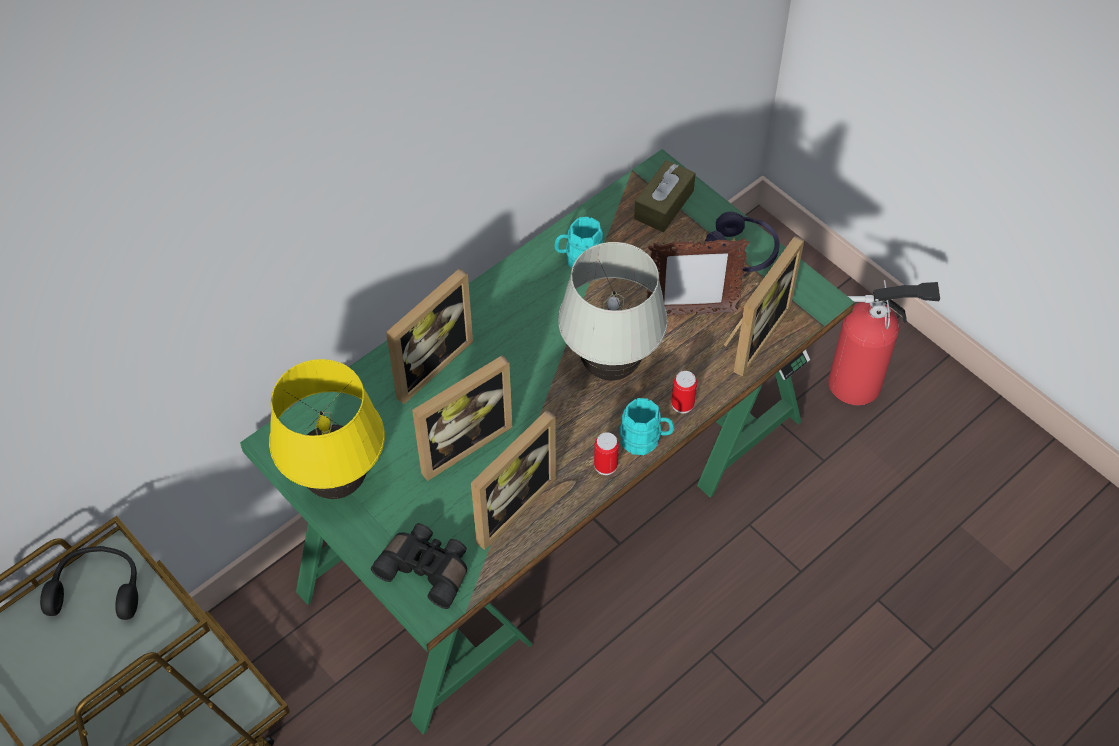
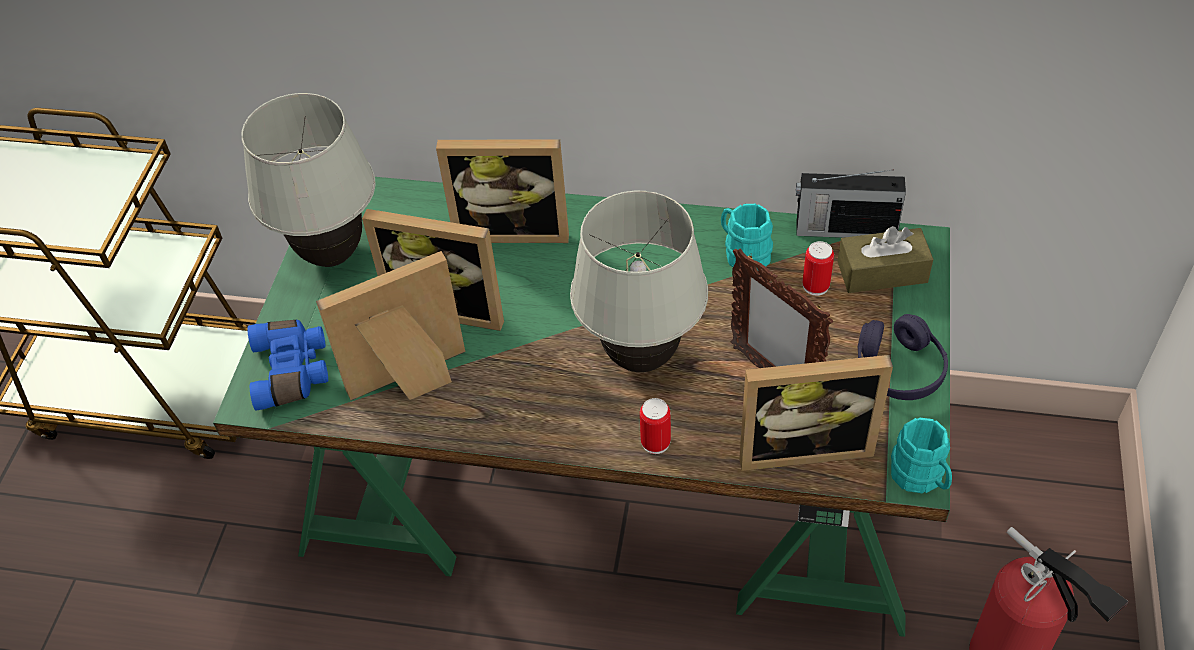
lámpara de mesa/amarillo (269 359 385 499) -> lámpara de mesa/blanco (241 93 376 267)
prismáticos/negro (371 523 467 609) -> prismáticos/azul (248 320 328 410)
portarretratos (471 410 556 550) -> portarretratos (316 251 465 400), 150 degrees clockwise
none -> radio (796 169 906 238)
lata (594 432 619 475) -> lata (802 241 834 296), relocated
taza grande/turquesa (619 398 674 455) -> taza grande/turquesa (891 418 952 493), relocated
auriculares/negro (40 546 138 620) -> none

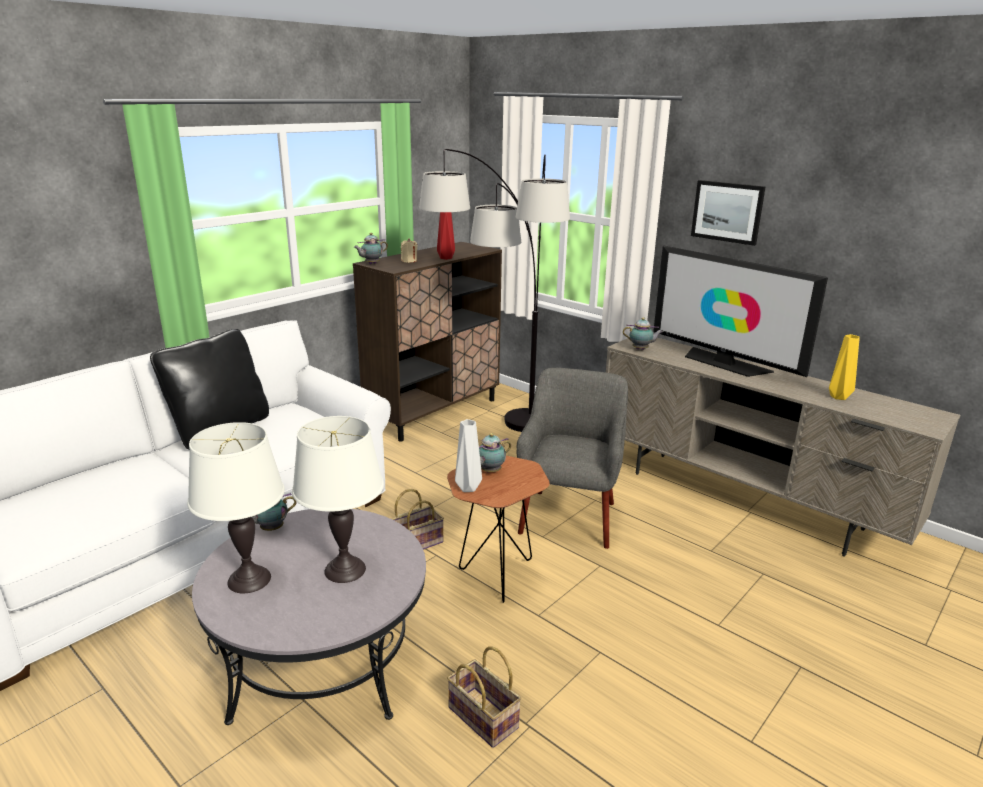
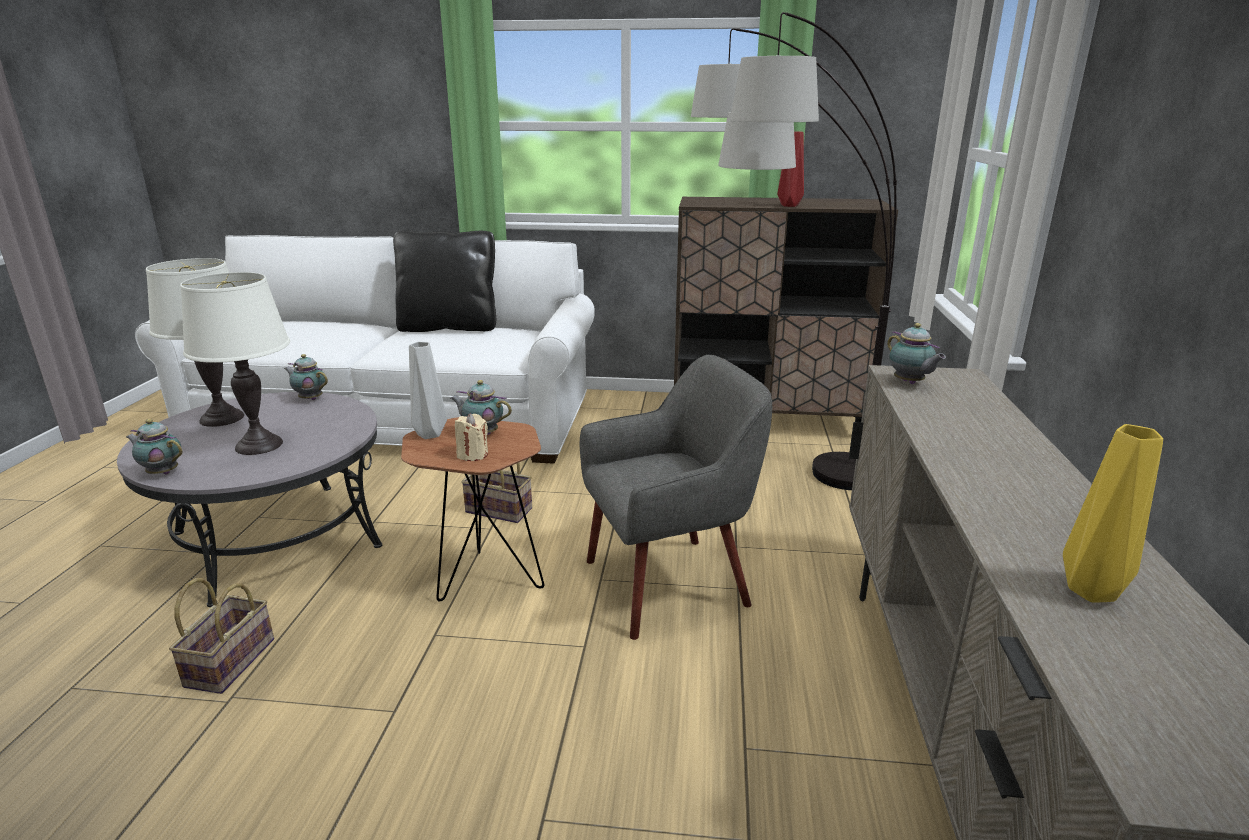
tetera (354 233 388 264) -> tetera (126 419 182 474), relocated
vela/beis (401 238 418 263) -> vela/beis (455 414 488 461), relocated
televisor (653 246 828 377) -> none
cuadro (691 180 765 246) -> none

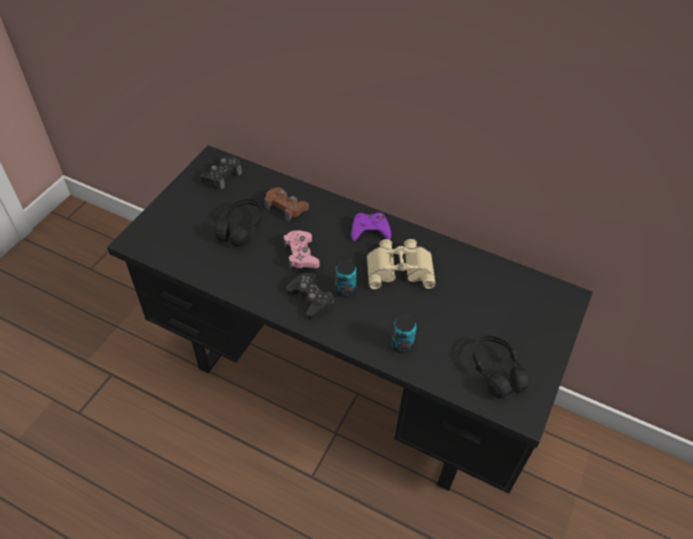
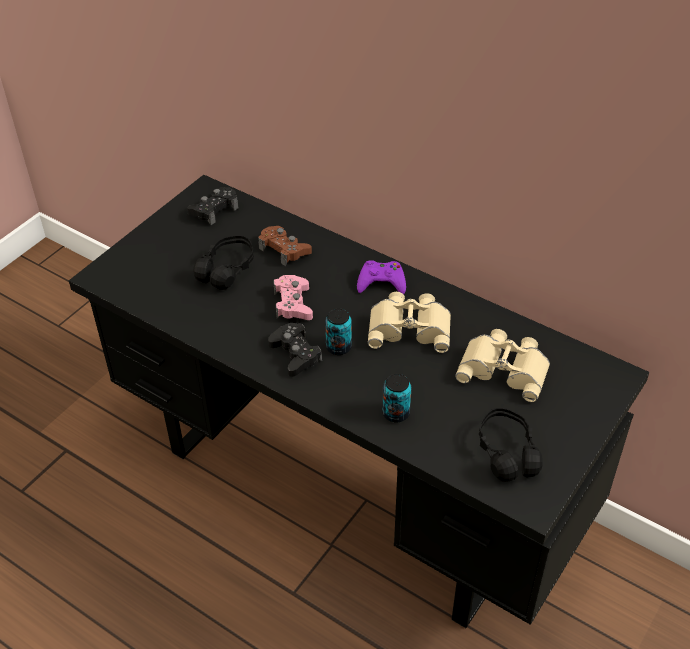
none -> prismáticos/beis (455 329 550 402)

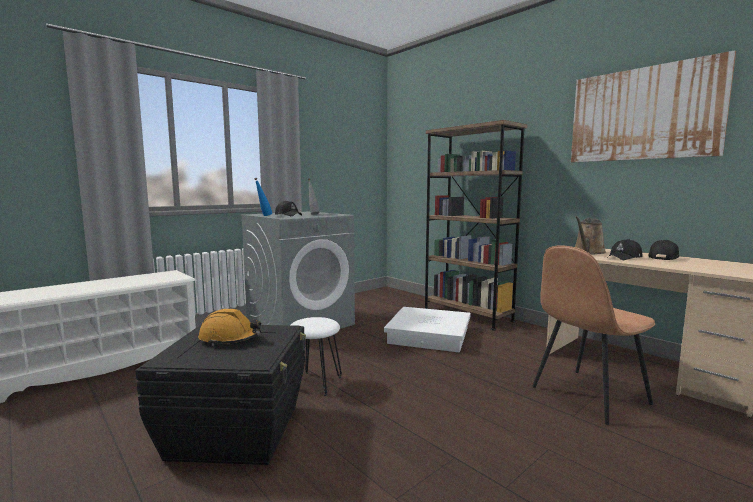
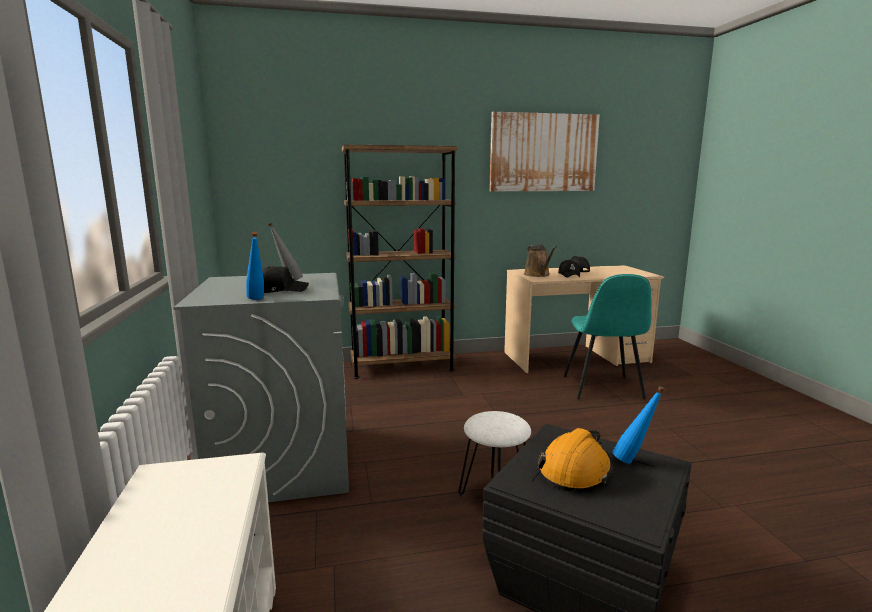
silla/marrón (533 245 655 425) -> silla/turquesa (564 274 652 399)
none -> botella/azul (613 386 665 464)
caja de almacenaje/blanco (384 307 470 352) -> none

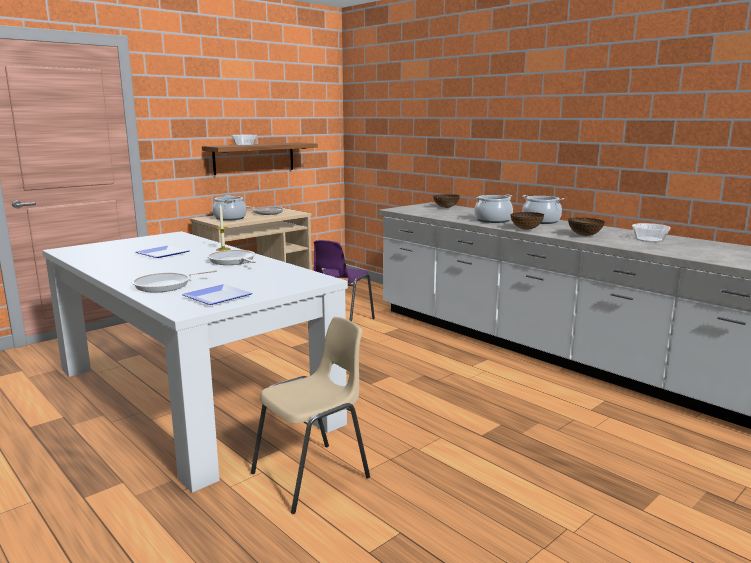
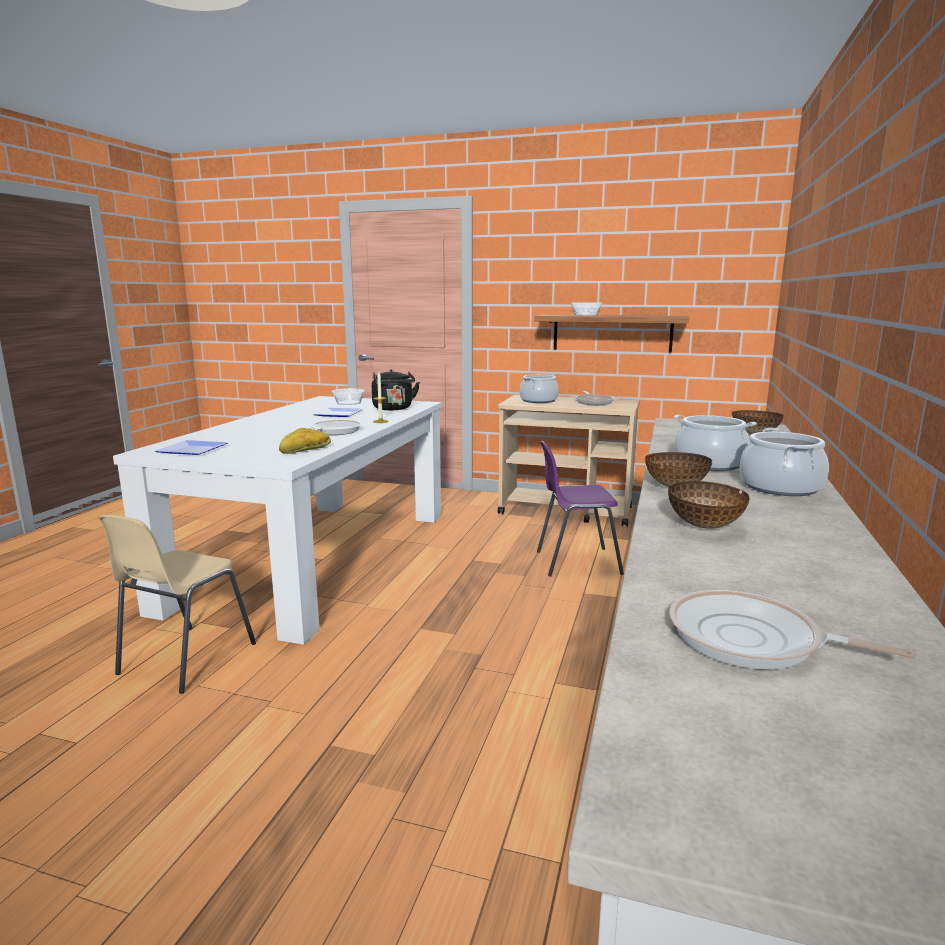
silla/beis (251 317 370 514) -> silla/beis (99 515 256 693), 90 degrees clockwise
none -> pan (279 428 331 454)
cuenco (632 223 671 242) -> cuenco (332 388 365 405), relocated
none -> hervidor/negro (372 369 420 410)
sartén (132 270 217 293) -> sartén (669 590 917 669), relocated

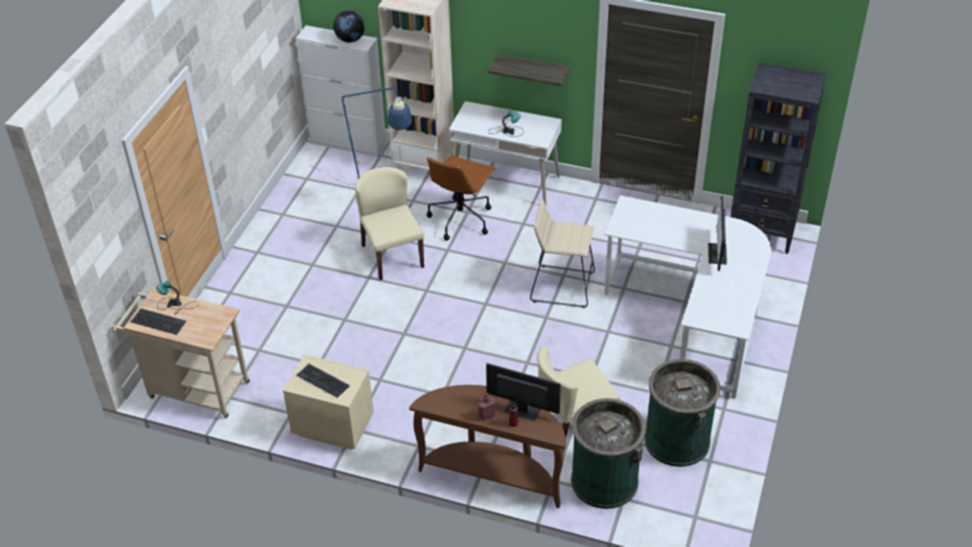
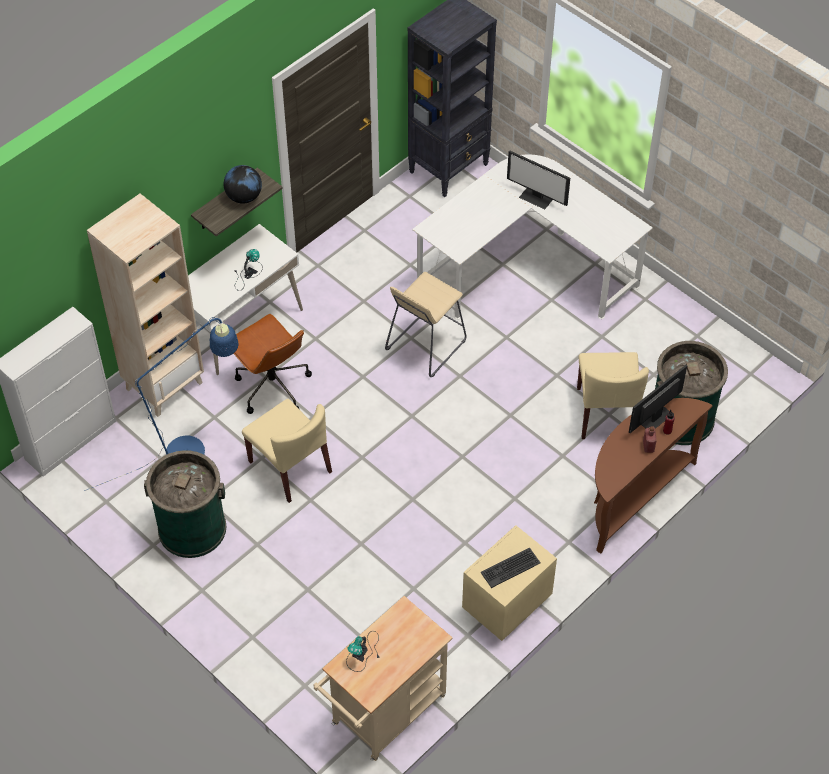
papelera/verde (644 359 721 467) -> papelera/verde (144 450 226 558), relocated
globo terráqueo (333 10 365 43) -> globo terráqueo (224 165 262 204), relocated
silla/beis (355 167 424 280) -> silla/beis (242 399 332 503), 135 degrees counterclockwise
teclado (131 308 186 335) -> none

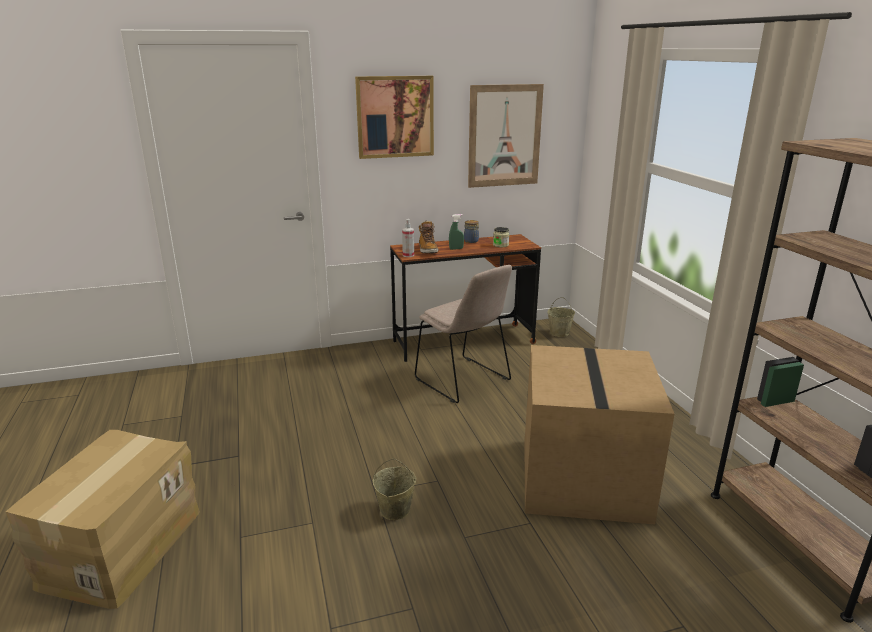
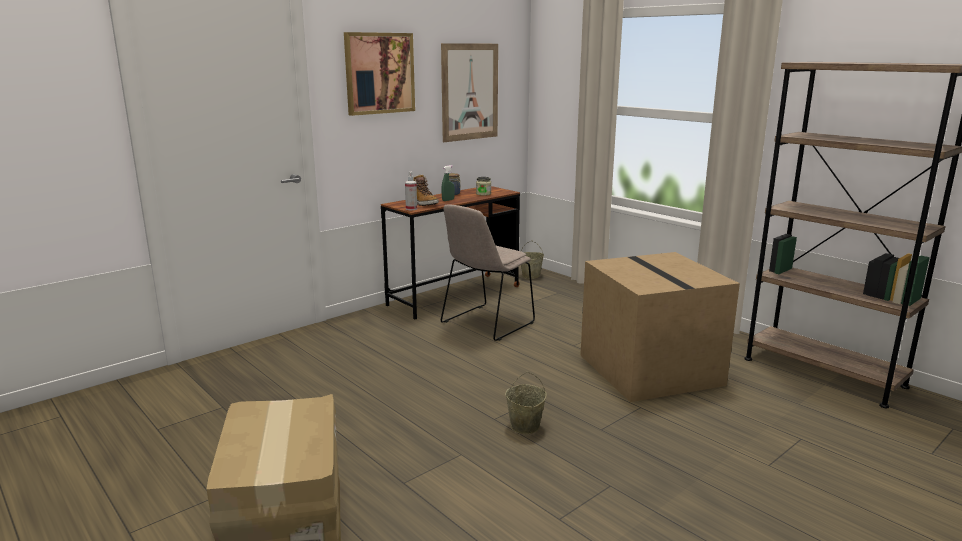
silla/beis (415 265 512 403) -> silla/beis (441 204 535 341), 105 degrees clockwise

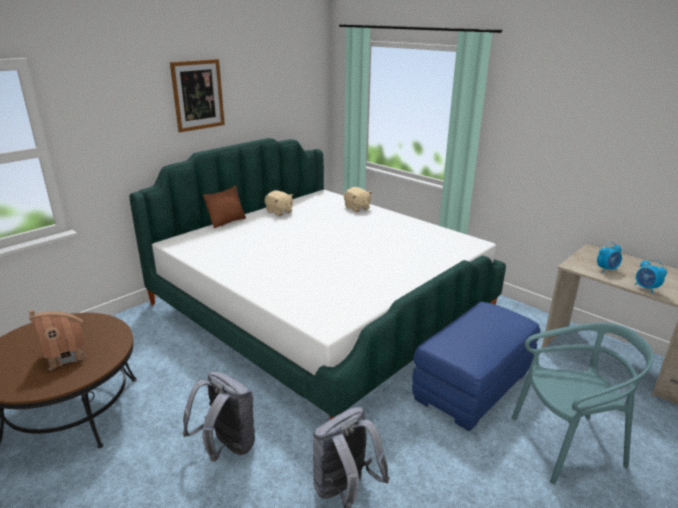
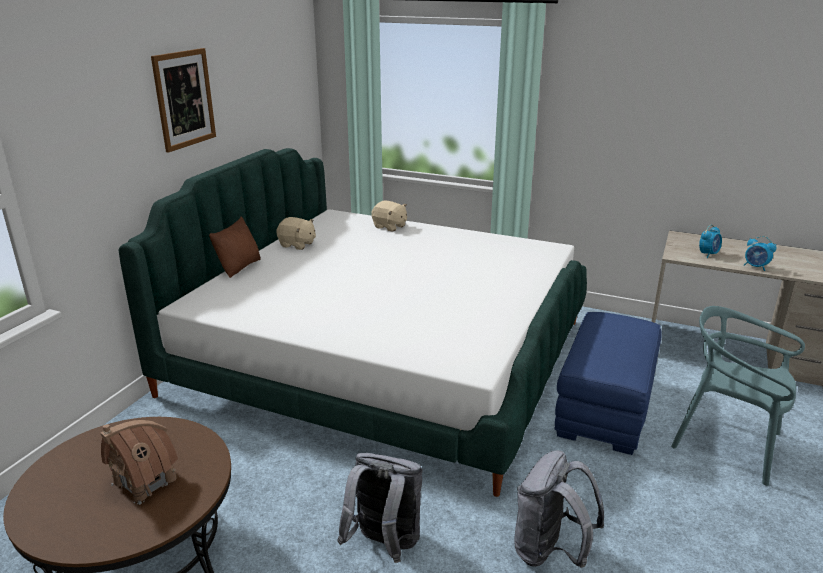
silla/turquesa (512 323 654 484) -> silla/turquesa (671 306 805 486), 120 degrees counterclockwise

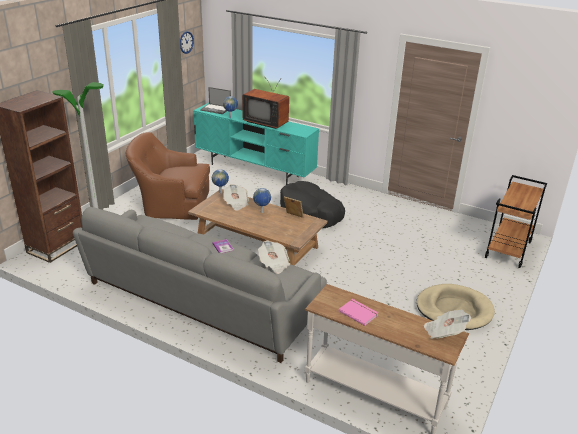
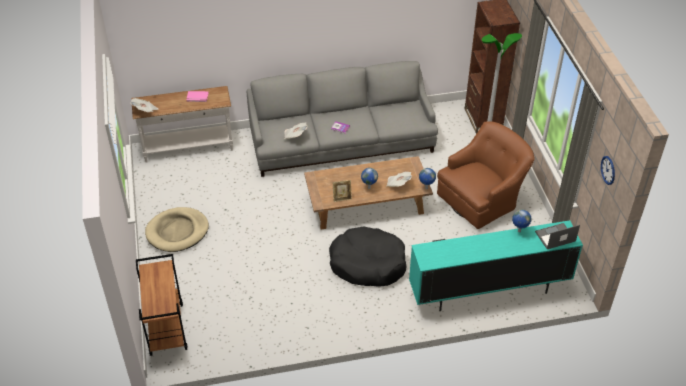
televisor (242 79 289 129) -> none

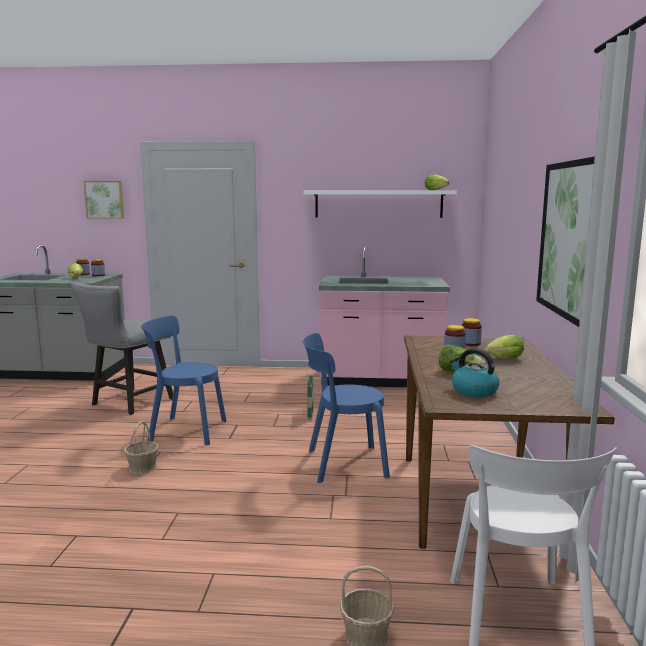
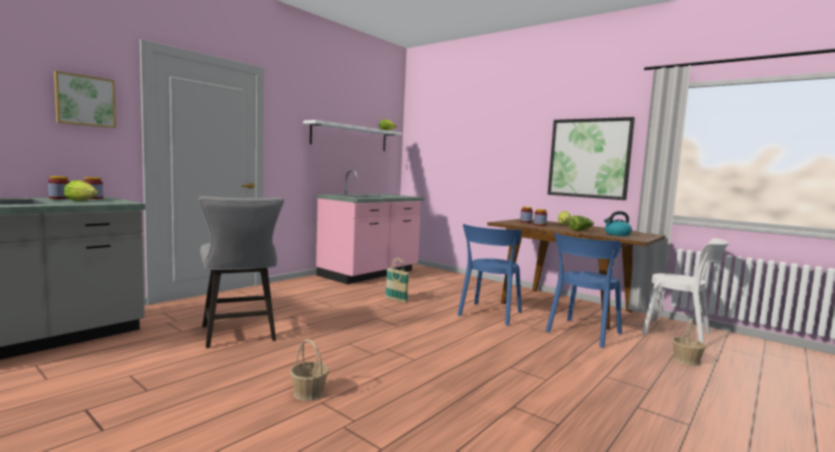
cesta (124 421 159 474) -> cesta (290 339 329 401), relocated
silla/azul (141 315 227 445) -> silla/azul (546 233 622 348), relocated

